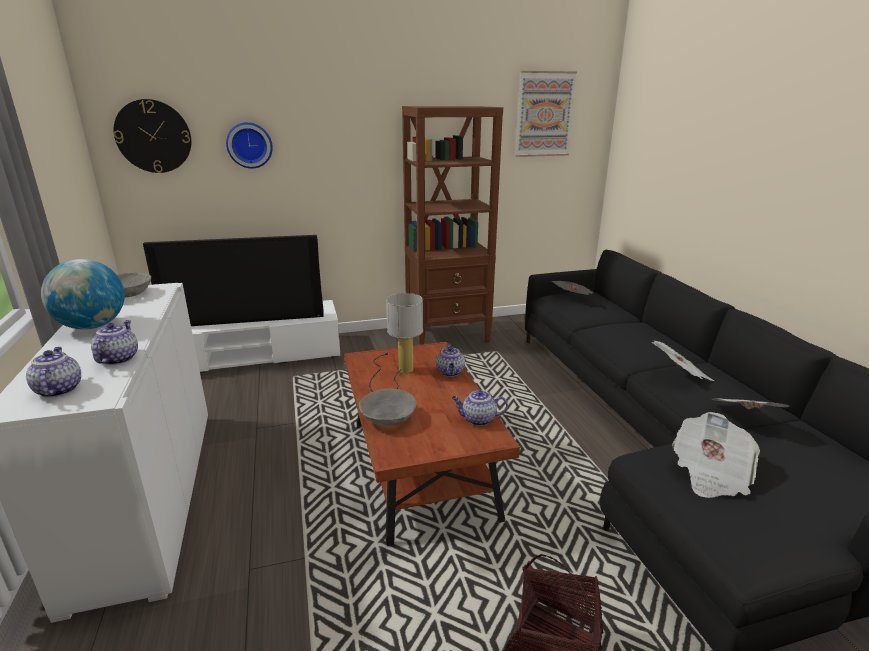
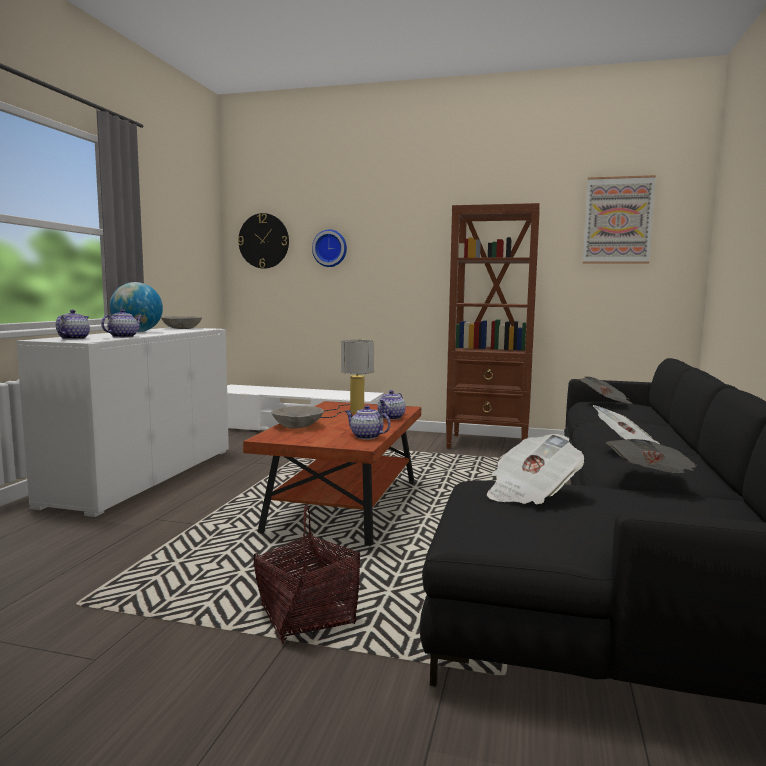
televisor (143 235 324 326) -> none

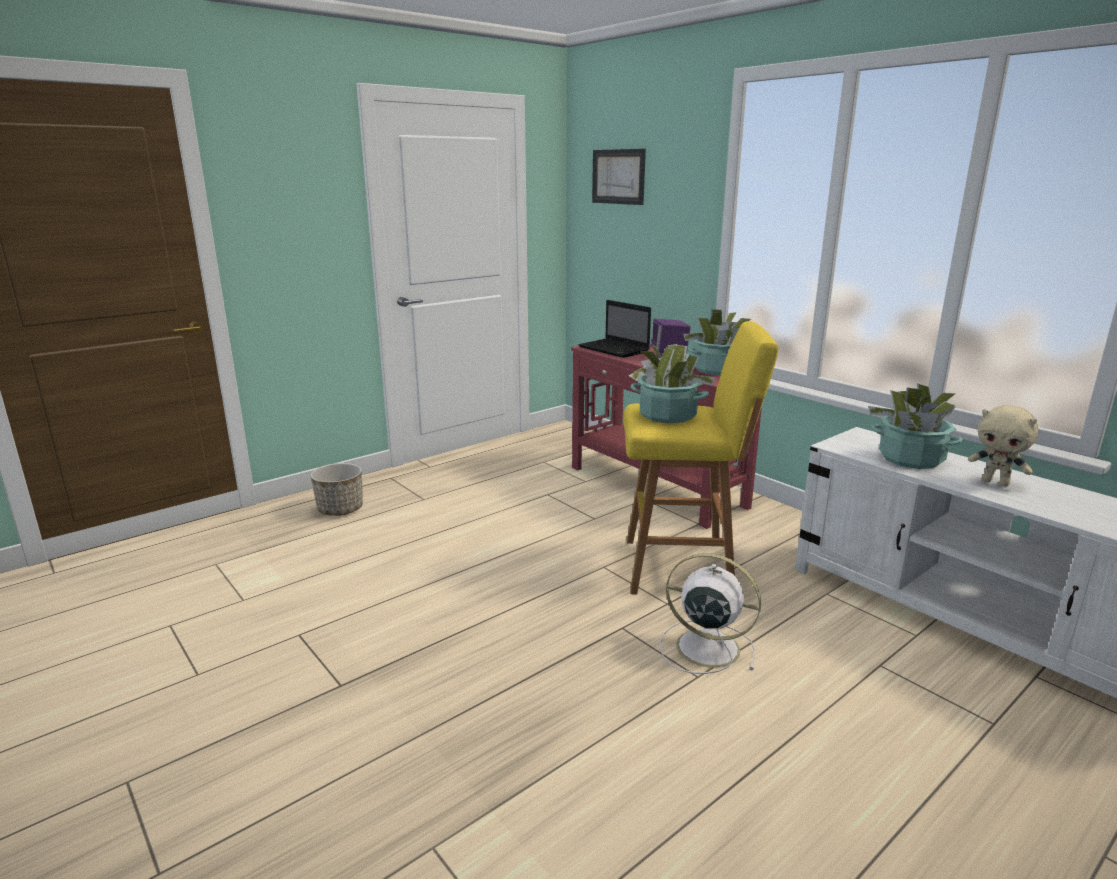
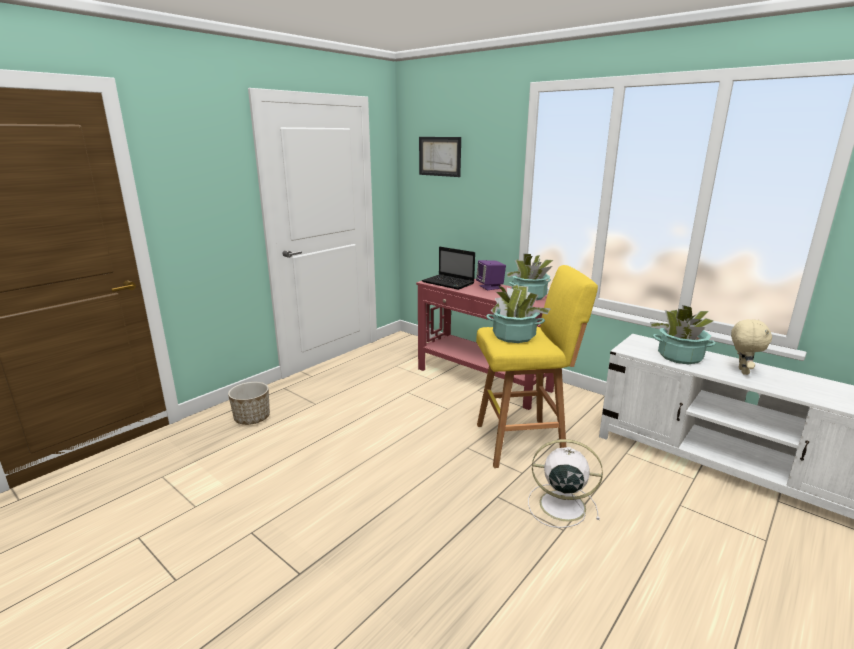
peluche/beis (968 405 1039 486) -> peluche/beis (731 319 772 375), 105 degrees counterclockwise

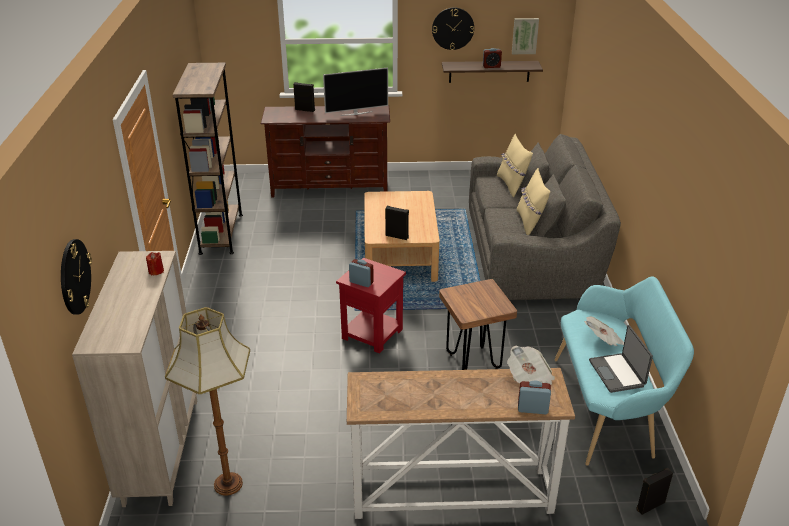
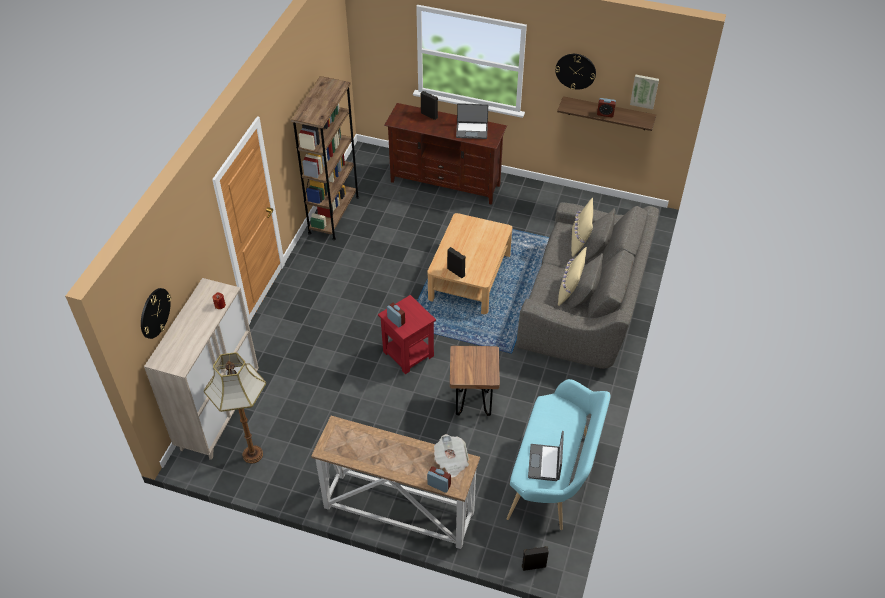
televisor (323 68 388 116) -> portátil (456 103 488 139)
periódico (584 317 624 346) -> none

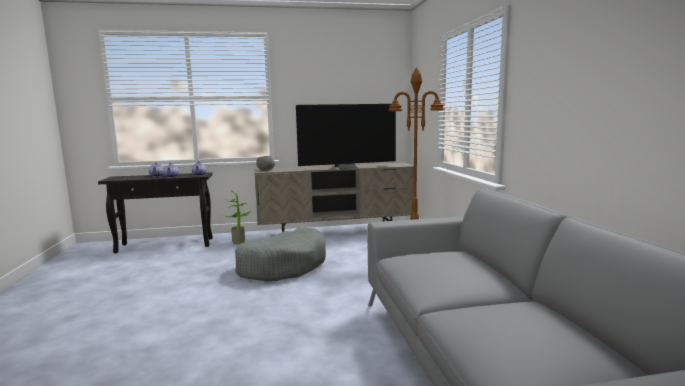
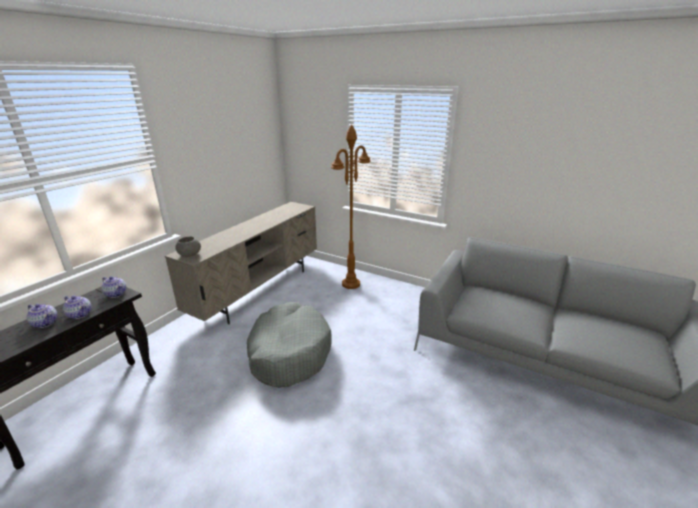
planta en maceta (222 190 251 245) -> none
televisor (296 104 396 169) -> none

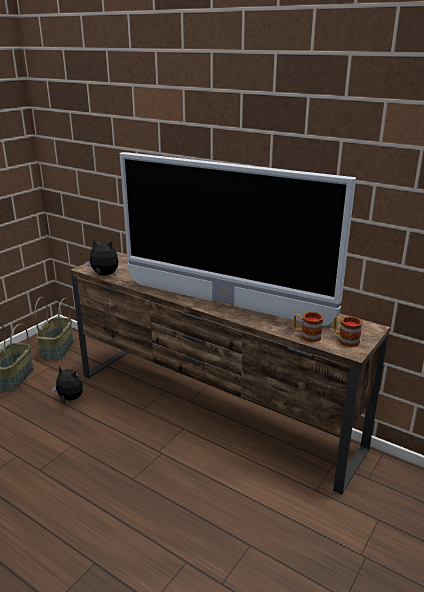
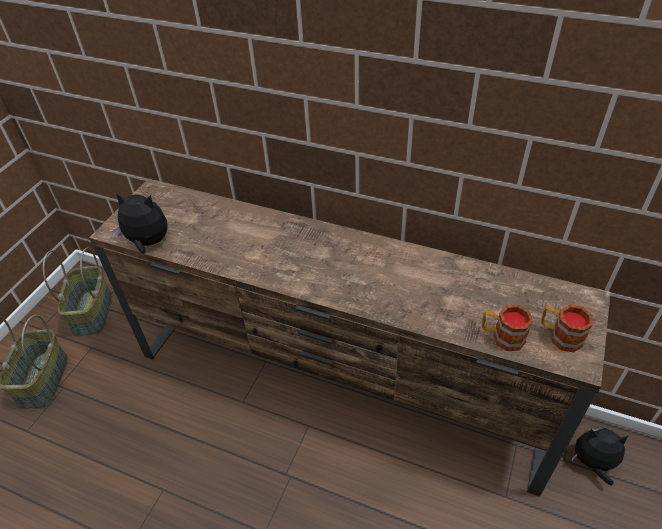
peluche (51 366 83 404) -> peluche (572 427 628 486), relocated
televisor (120 152 356 326) -> none

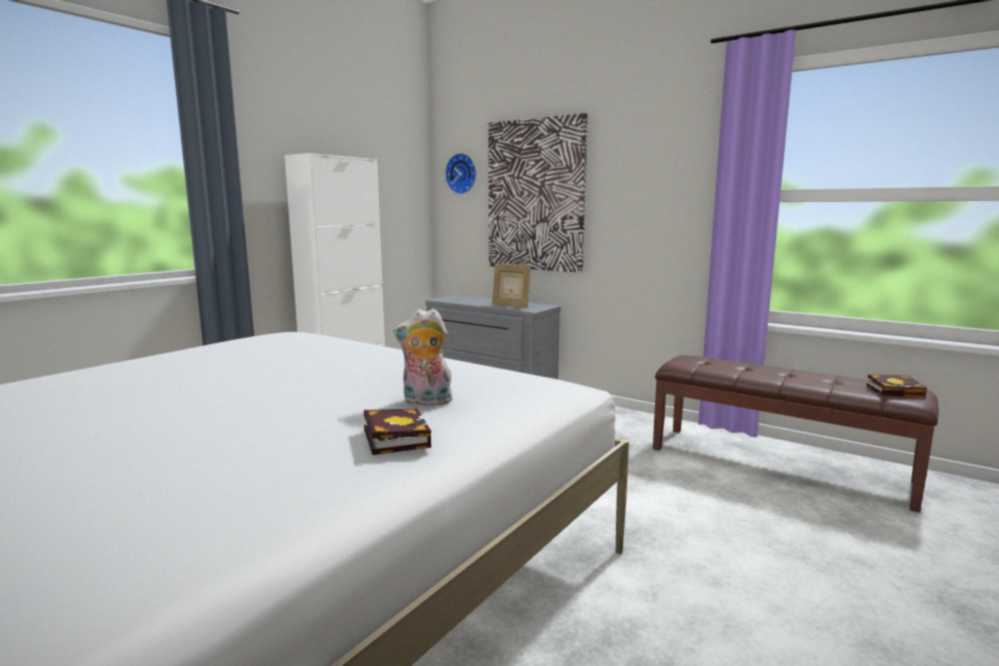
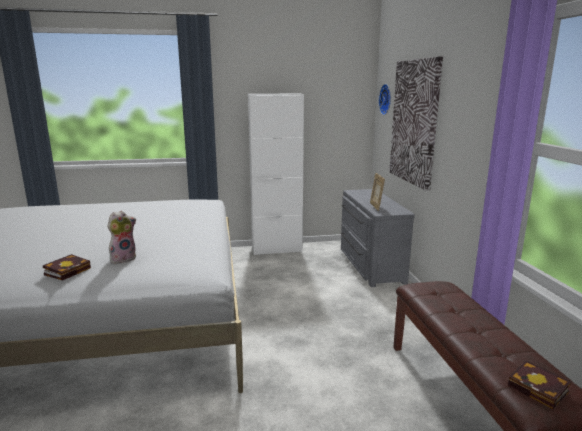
peluche (393 309 452 405) -> peluche (107 211 136 264), 90 degrees clockwise

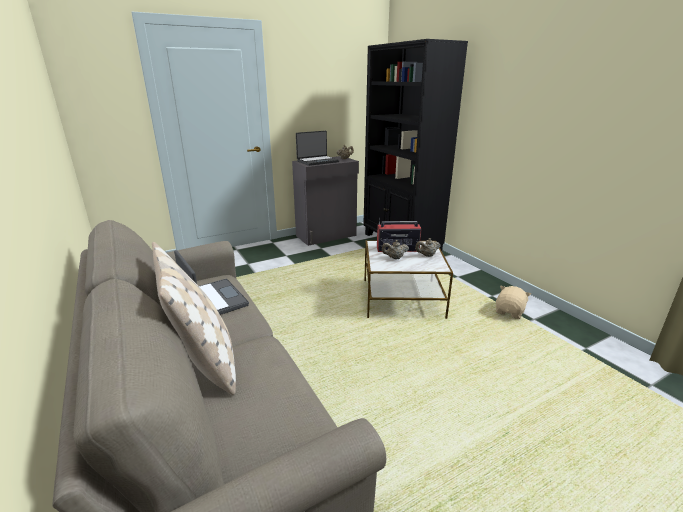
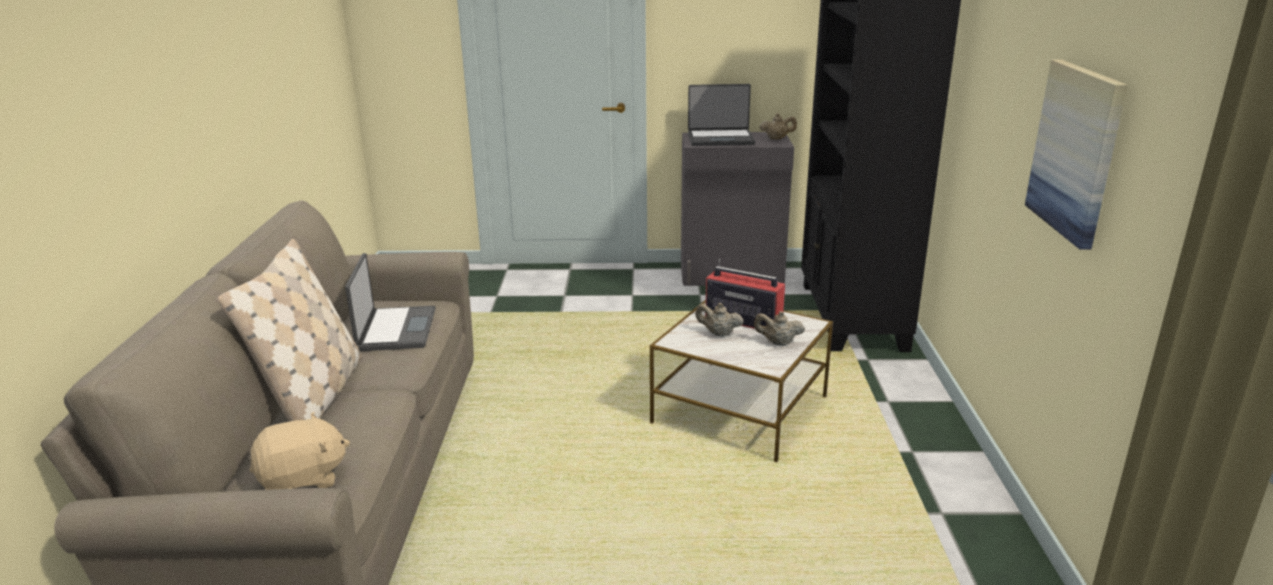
peluche/beis (496 286 531 319) -> peluche/beis (250 412 350 490), relocated
none -> cuadro (1025 60 1128 250)

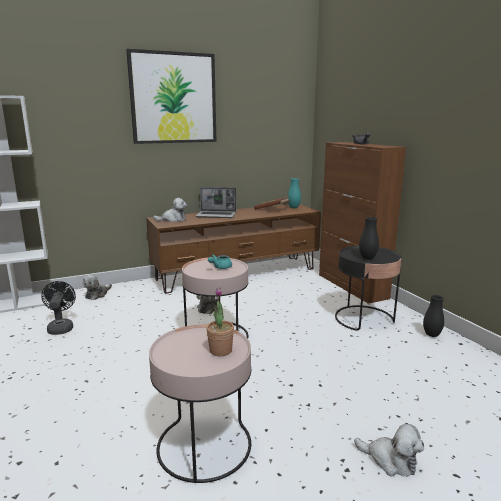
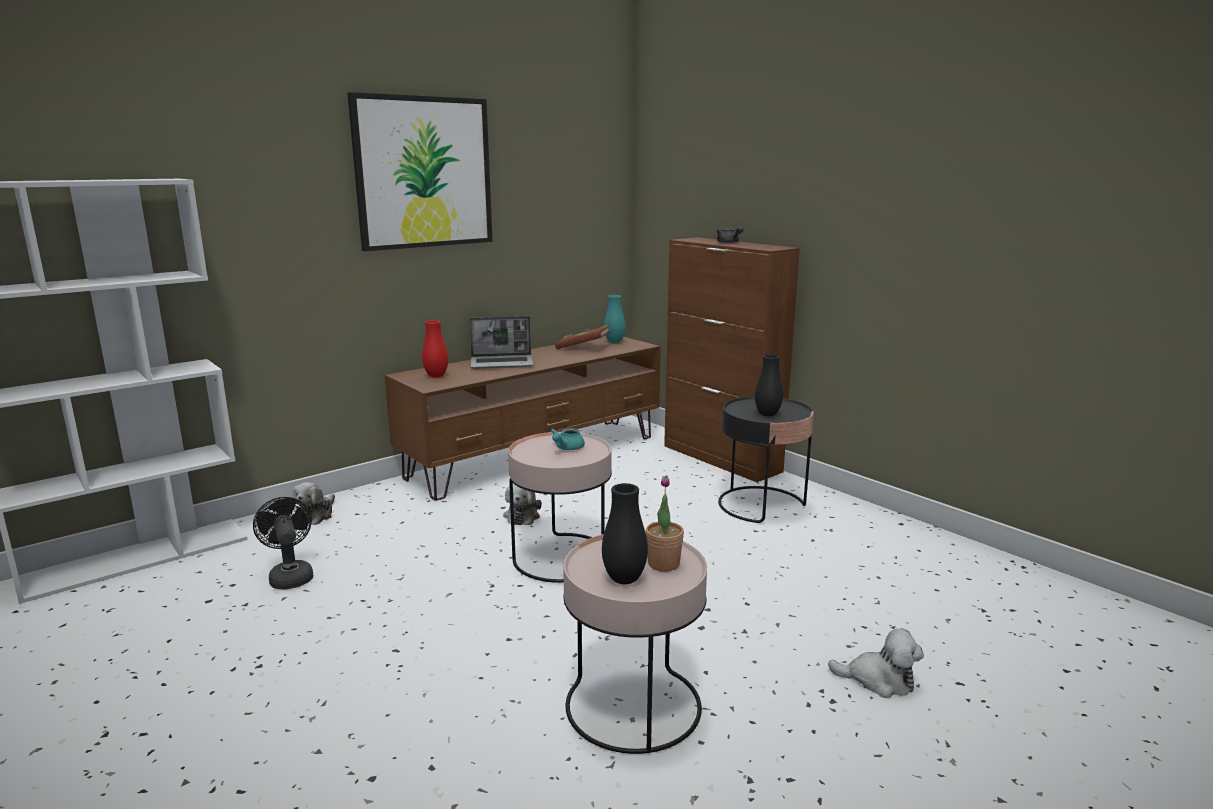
peluche (153 198 187 222) -> florero/rojo (422 320 448 378)
florero/negro (423 295 444 337) -> florero/negro (602 483 648 584), relocated

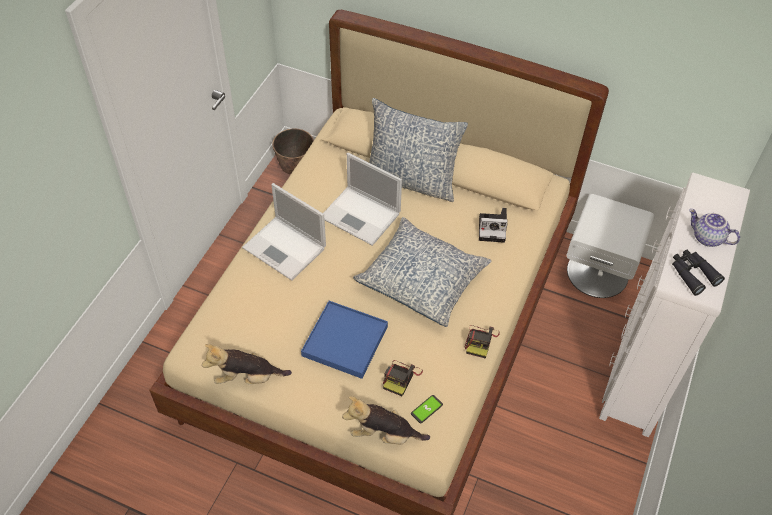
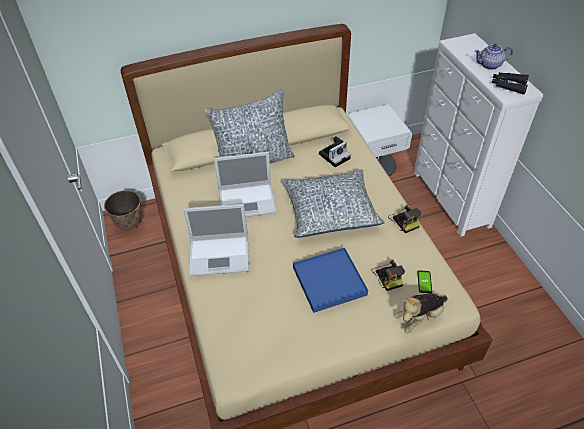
peluche (202 344 292 385) -> none

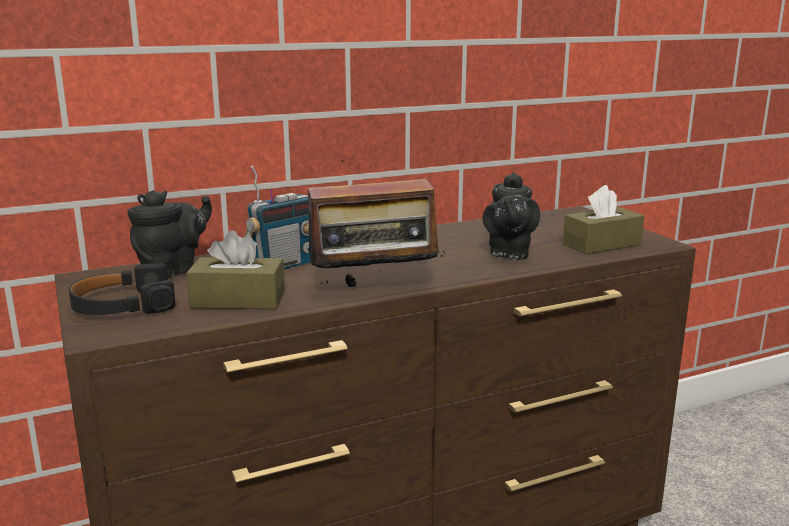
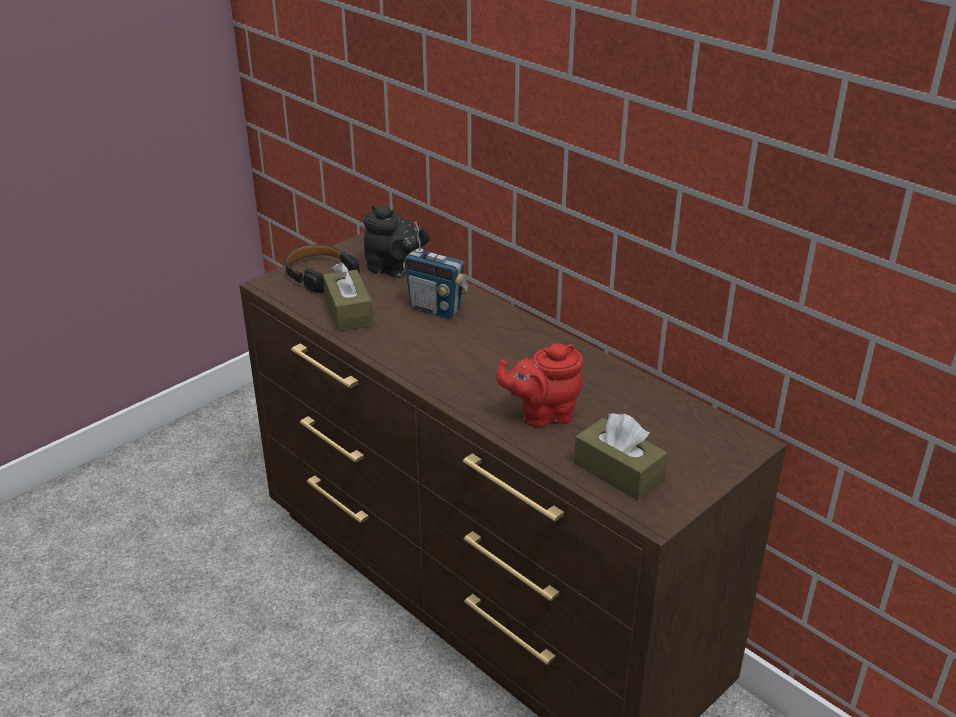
tetera/negro (483 172 540 260) -> tetera/rojo (496 343 583 428)
radio (308 156 445 287) -> none

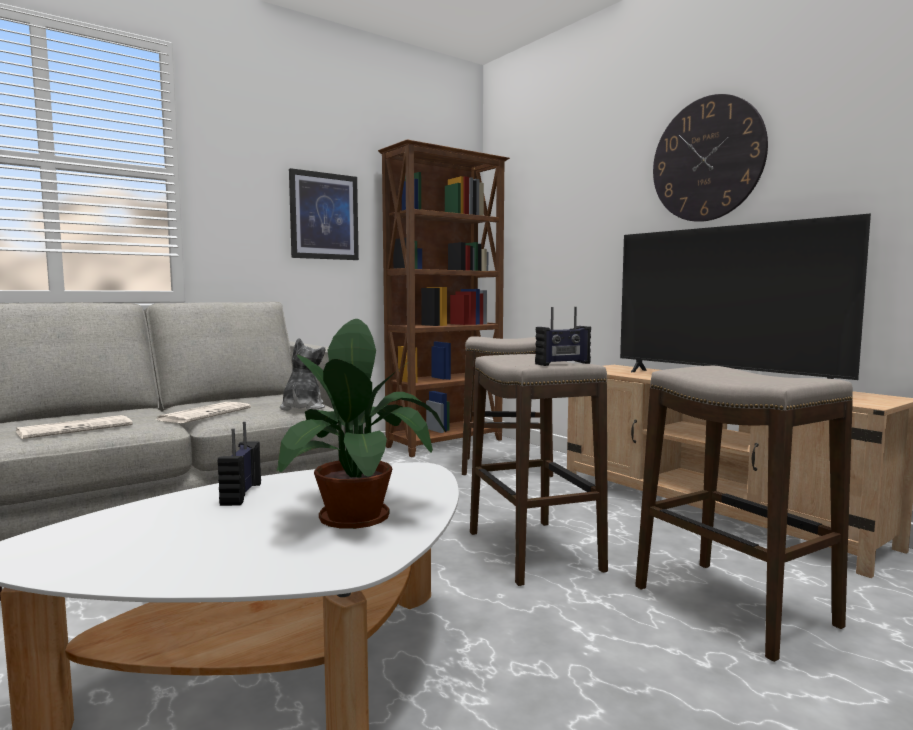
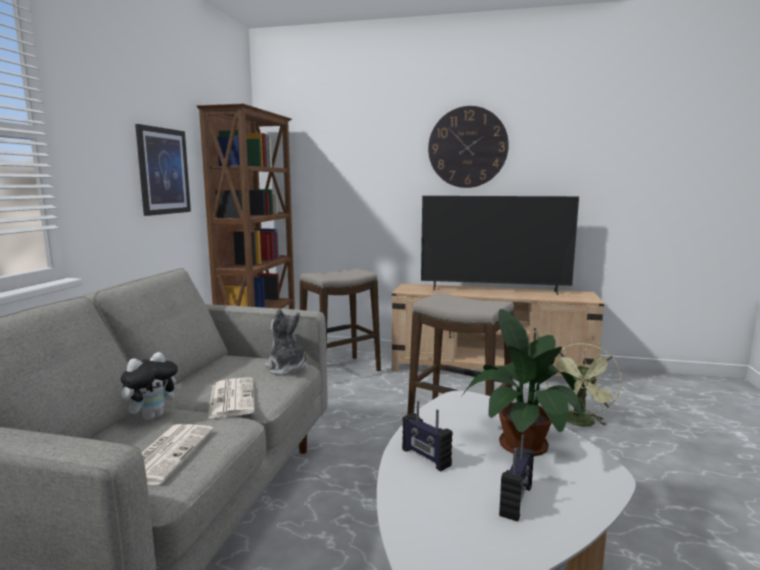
none -> peluche (120 352 182 420)
radio (535 307 591 366) -> radio (499 434 534 522), relocated
taburete (635 366 853 662) -> ventilador/verde (546 343 622 427)

